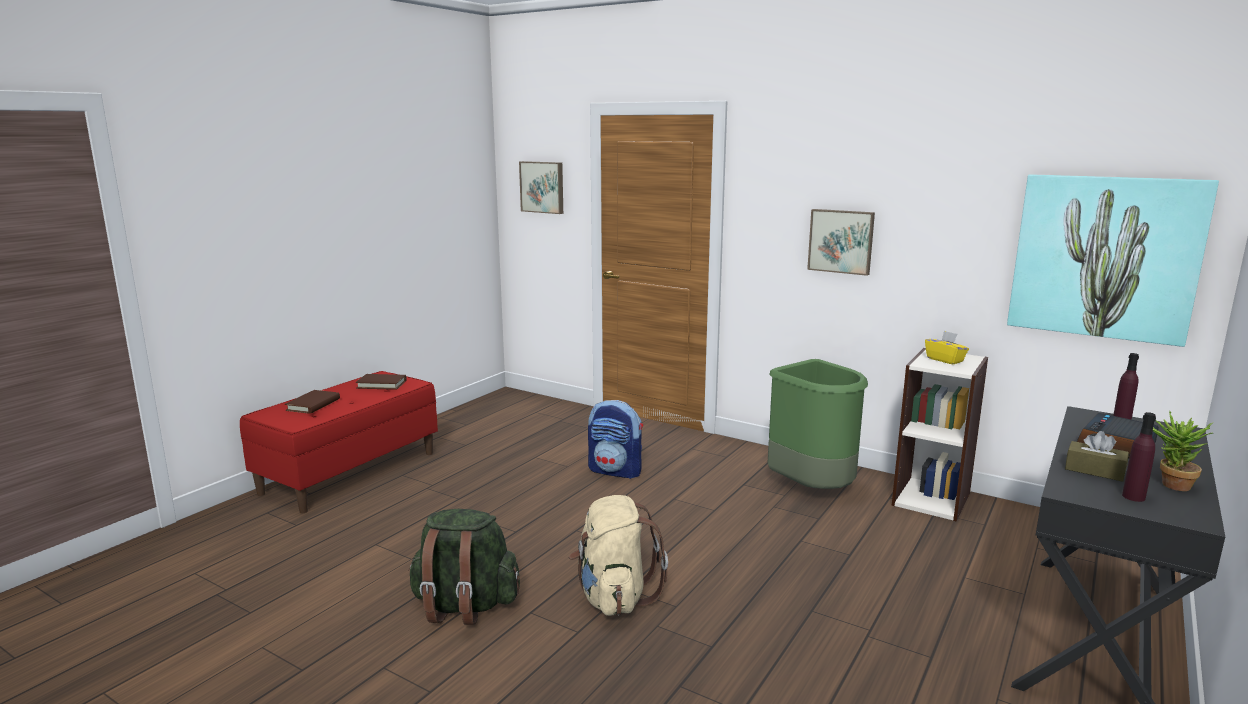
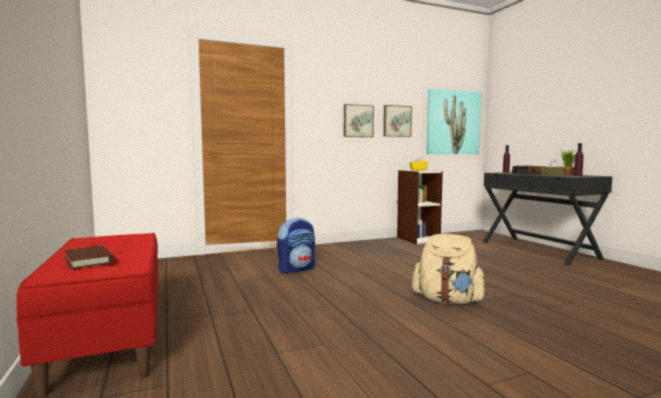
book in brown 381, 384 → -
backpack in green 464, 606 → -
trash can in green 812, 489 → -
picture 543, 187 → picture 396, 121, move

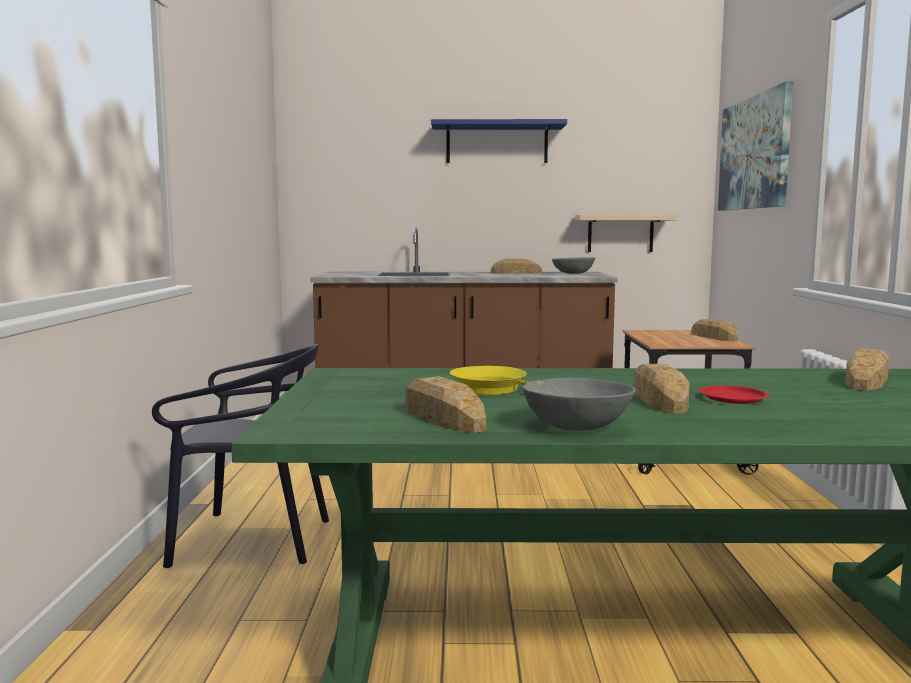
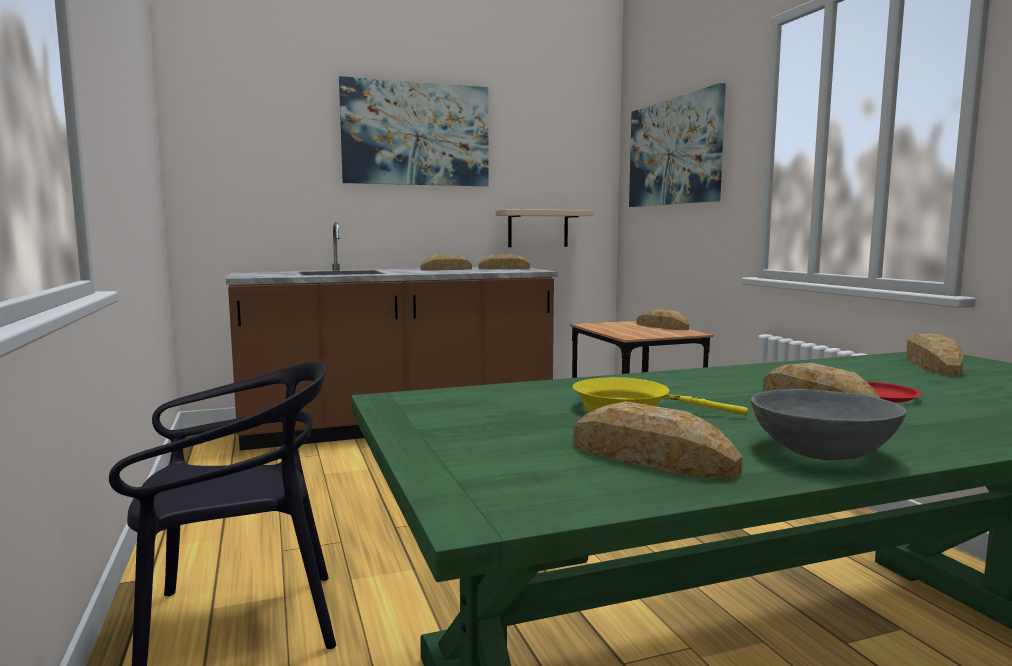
shelf in blue 497, 143 → picture 416, 134
bowl in grey 573, 273 → bread 504, 268

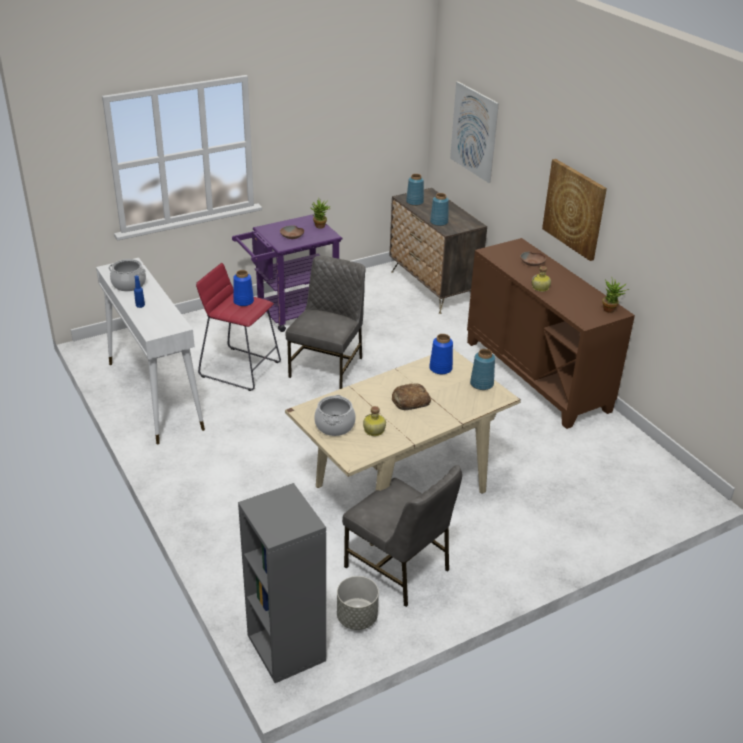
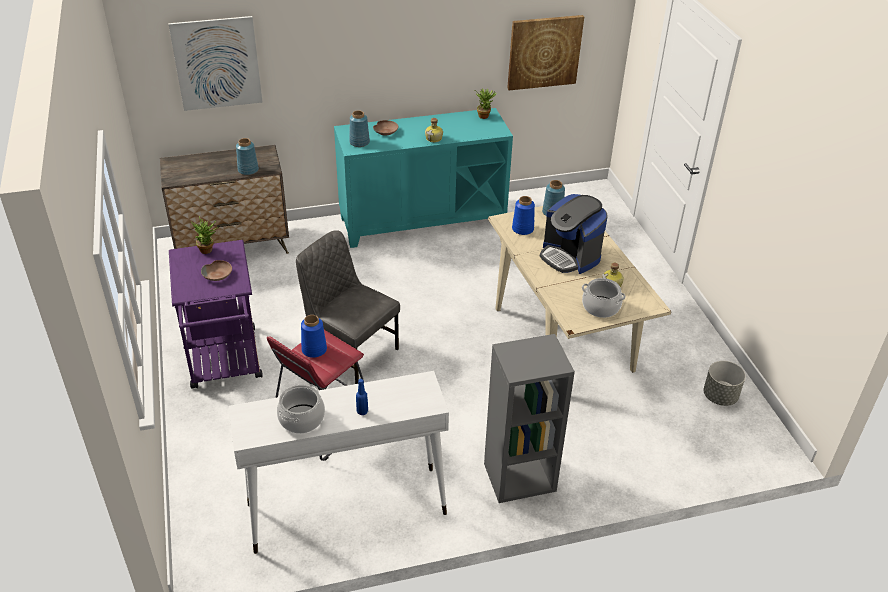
chair in grey 399, 568 → -
bookcase in grey 285, 647 → bookcase in grey 519, 478, move
vase in blue 414, 202 → vase in blue 359, 142, move
picture 574, 209 → picture 544, 52, move
bread 410, 401 → coffee machine 570, 256
cabinet in brown 537, 375 → cabinet in turquoise 422, 221

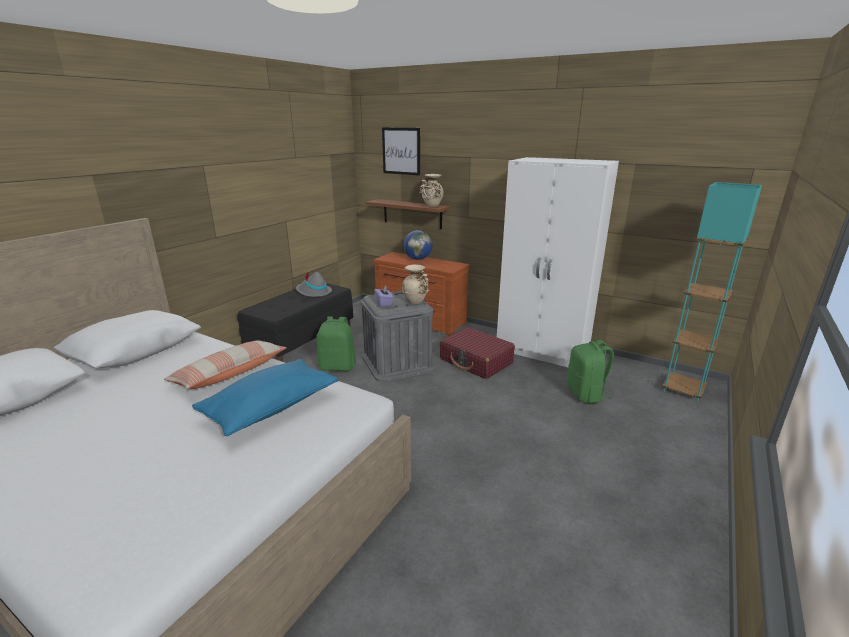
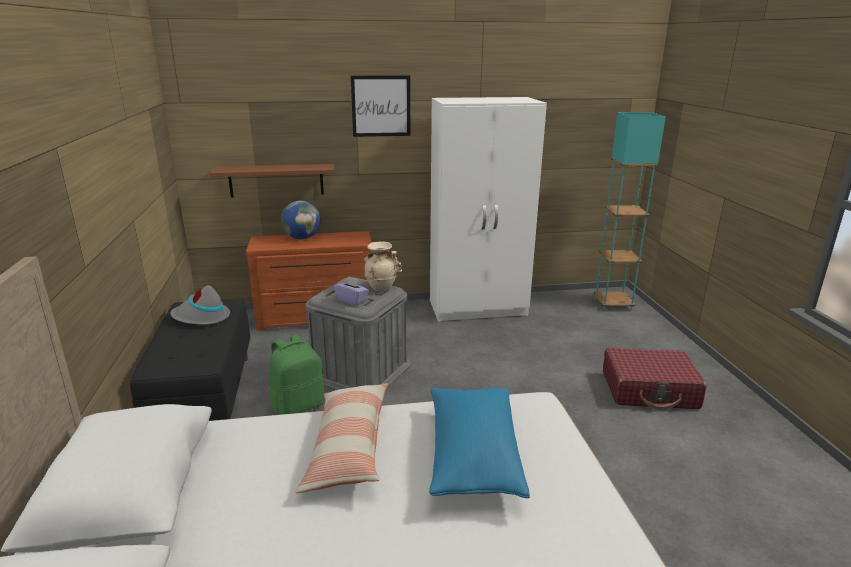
vase in beige 432, 206 → -
backpack in green 586, 394 → -
picture 401, 151 → picture 381, 106, move
suitcase in red 476, 361 → suitcase in red 649, 390, move

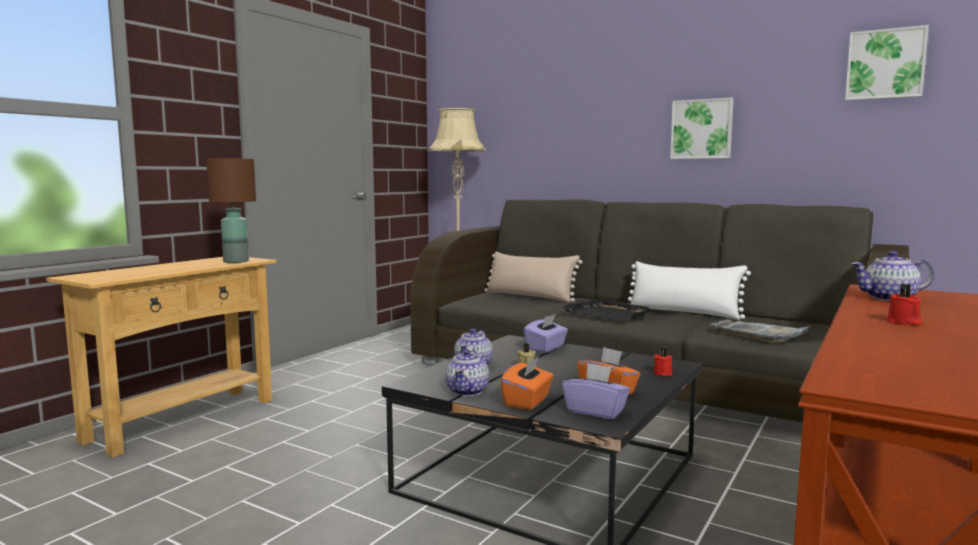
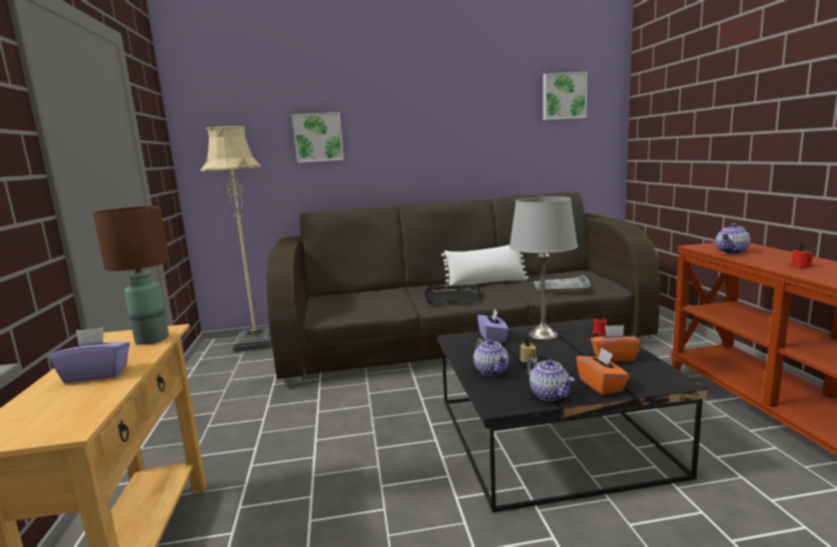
pillow in beige 530, 297 → -
- → table lamp in grey 543, 335
tissue box in purple 595, 411 → tissue box in purple 96, 374, move
picture 701, 129 → picture 318, 137, move

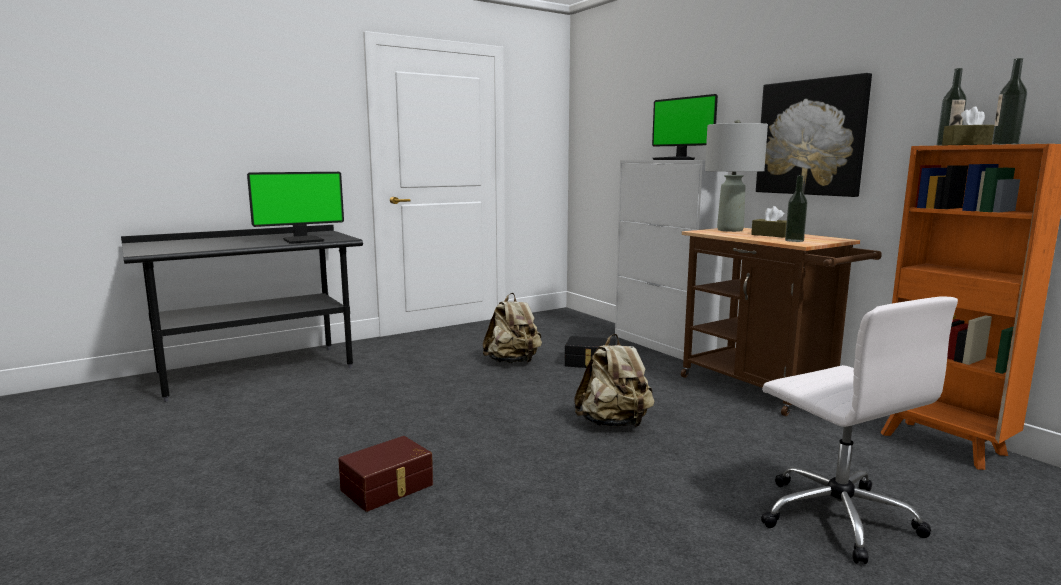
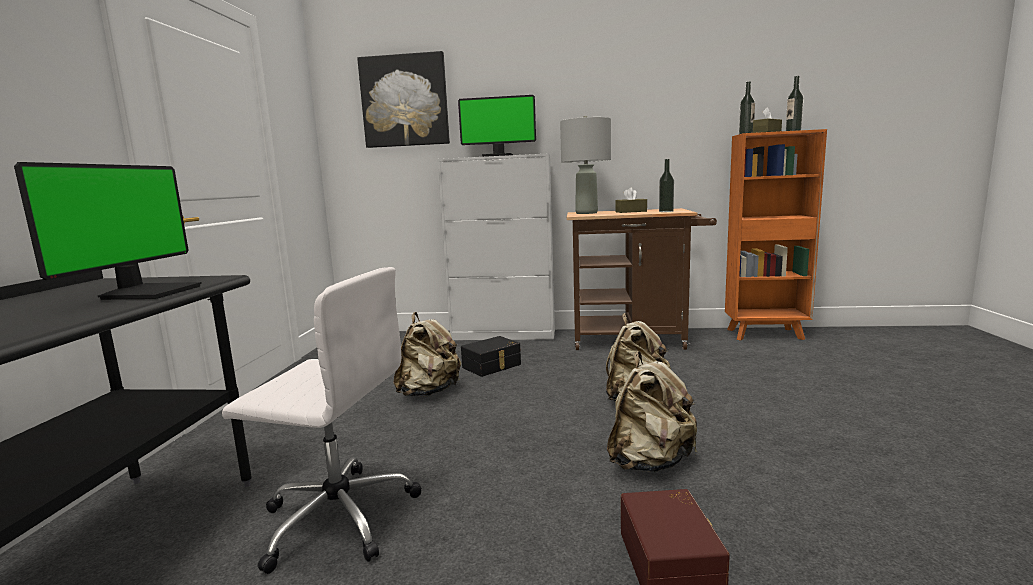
- → backpack in beige 650, 462
picture 811, 137 → picture 405, 101, move
office chair in white 835, 516 → office chair in white 337, 517, move

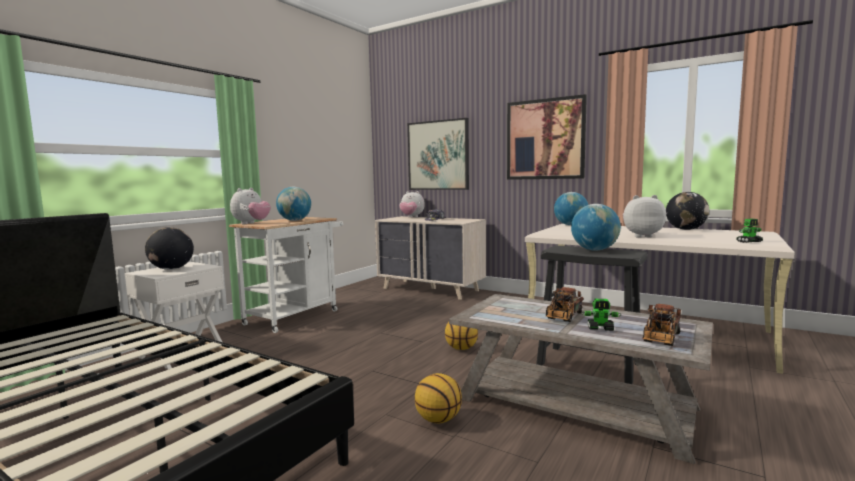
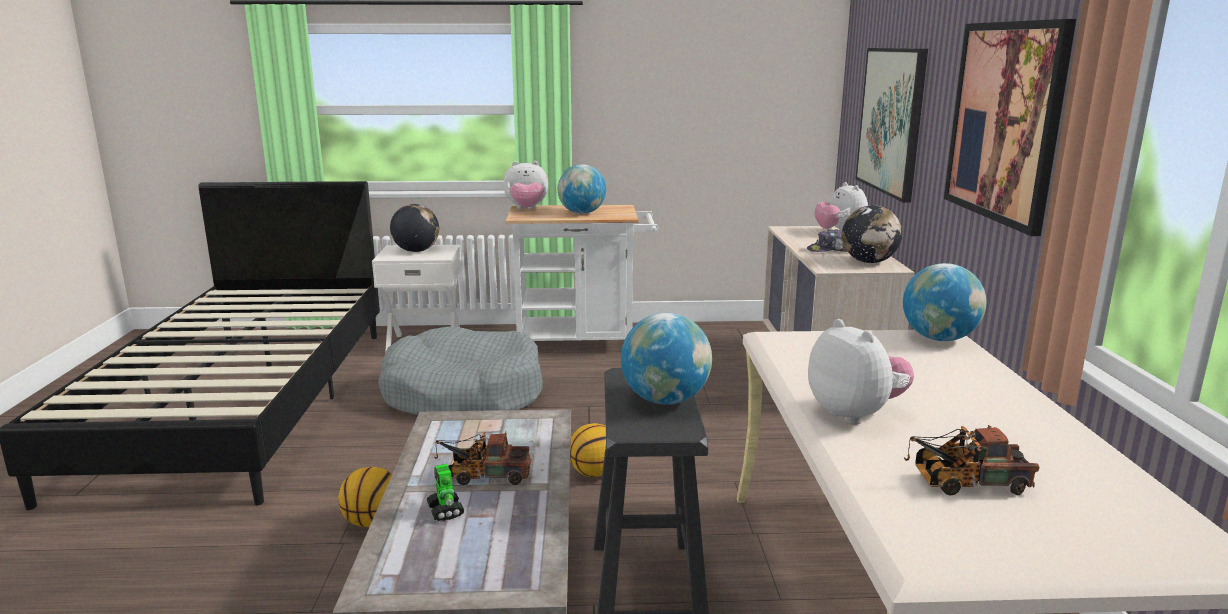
toy robot 749, 242 → -
- → dog bed in grey 463, 394
toy truck 660, 339 → toy truck 964, 483, move
globe 686, 229 → globe 869, 262, move

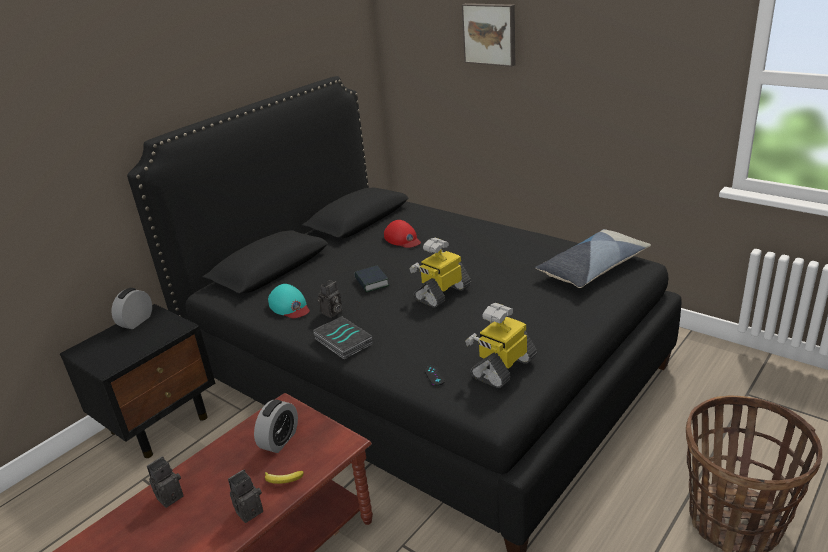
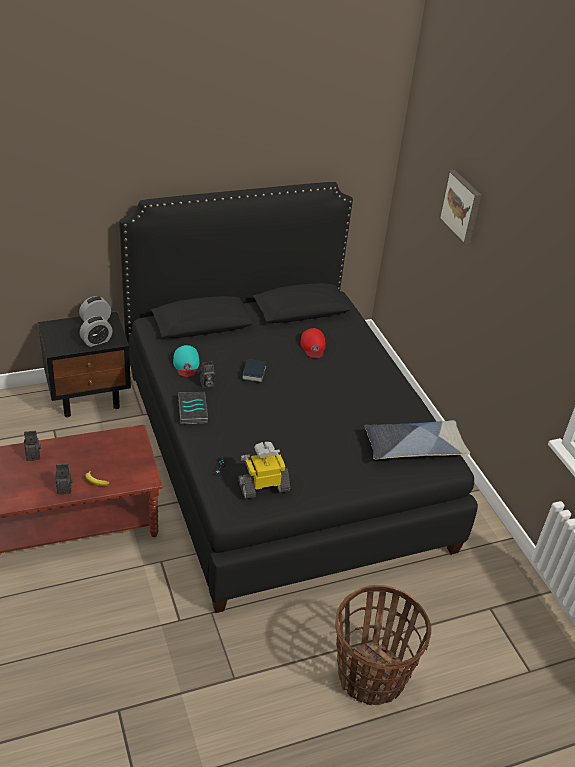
toy robot 442, 293 → -
alarm clock 279, 440 → alarm clock 96, 341, move

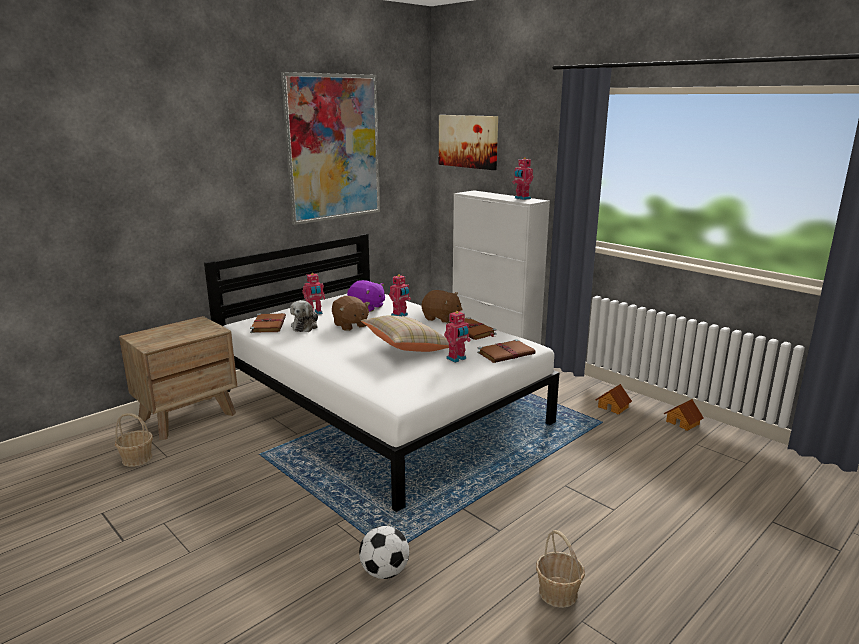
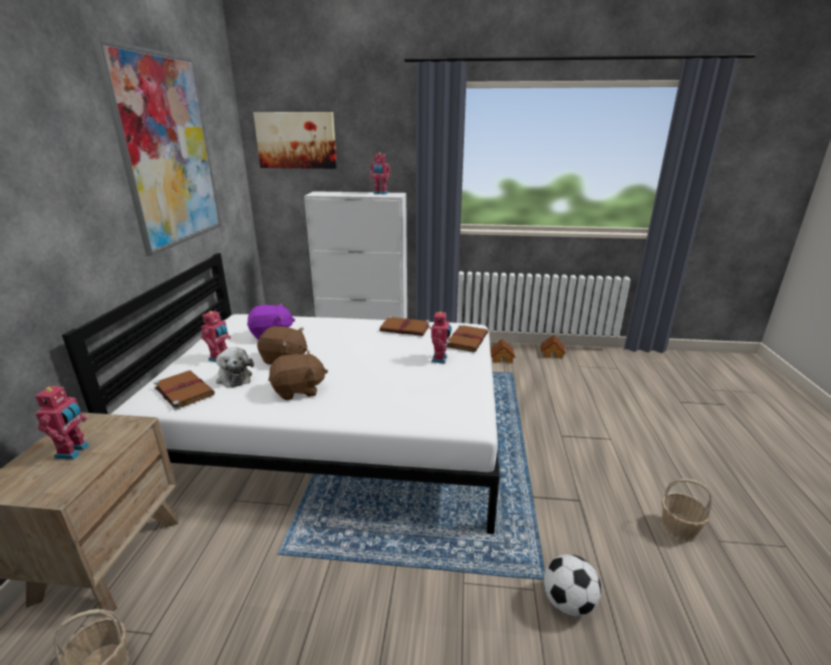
pillow in beige 407, 348 → -
toy robot 400, 315 → toy robot 74, 451, move
plush toy in brown 441, 318 → plush toy in brown 298, 390, move

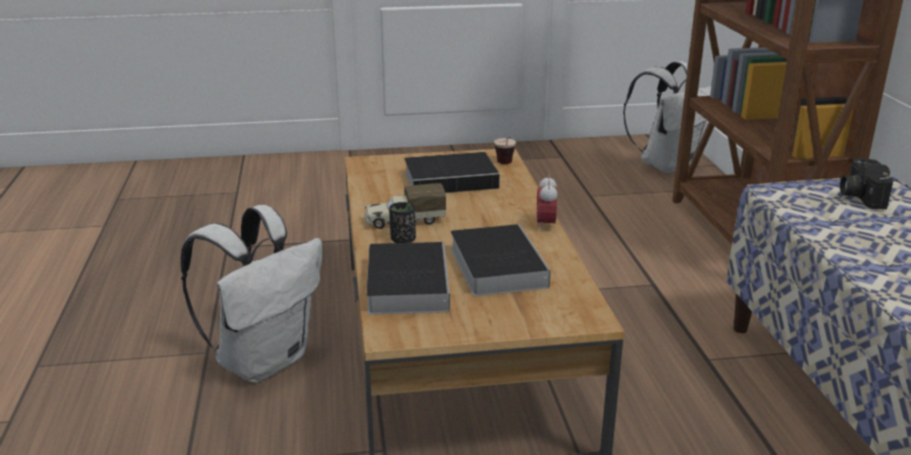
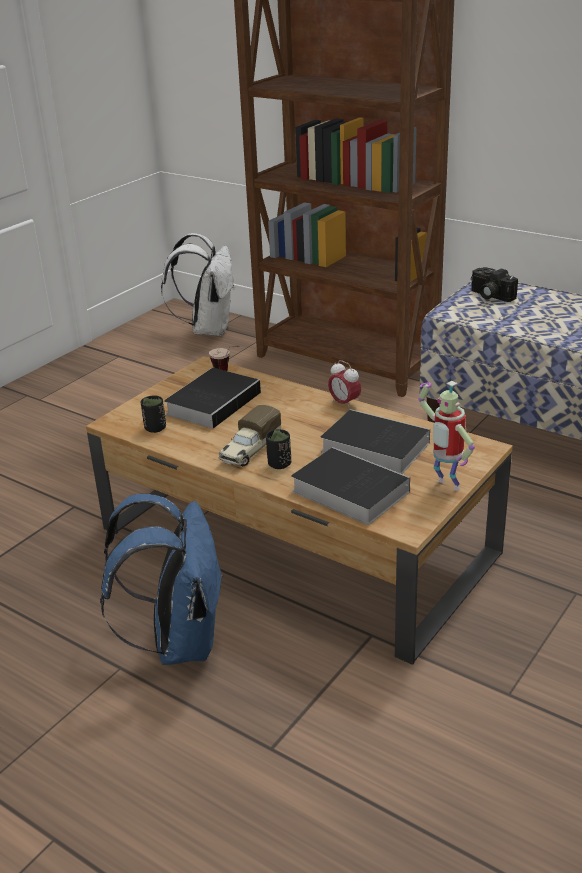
- → cup in black 155, 428
- → toy robot 445, 486
backpack in white 264, 360 → backpack in blue 179, 641

